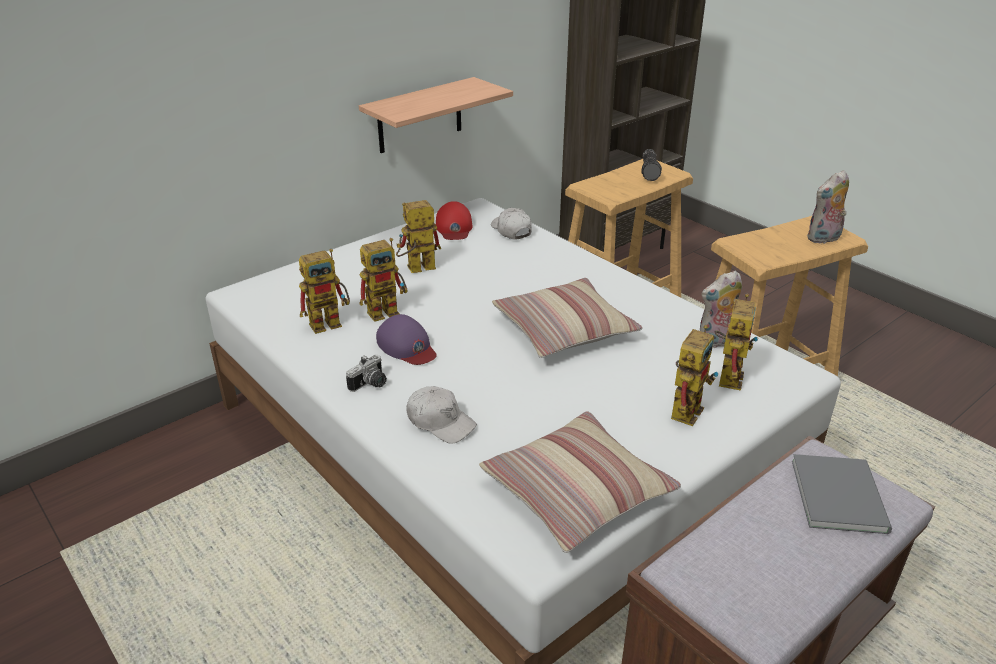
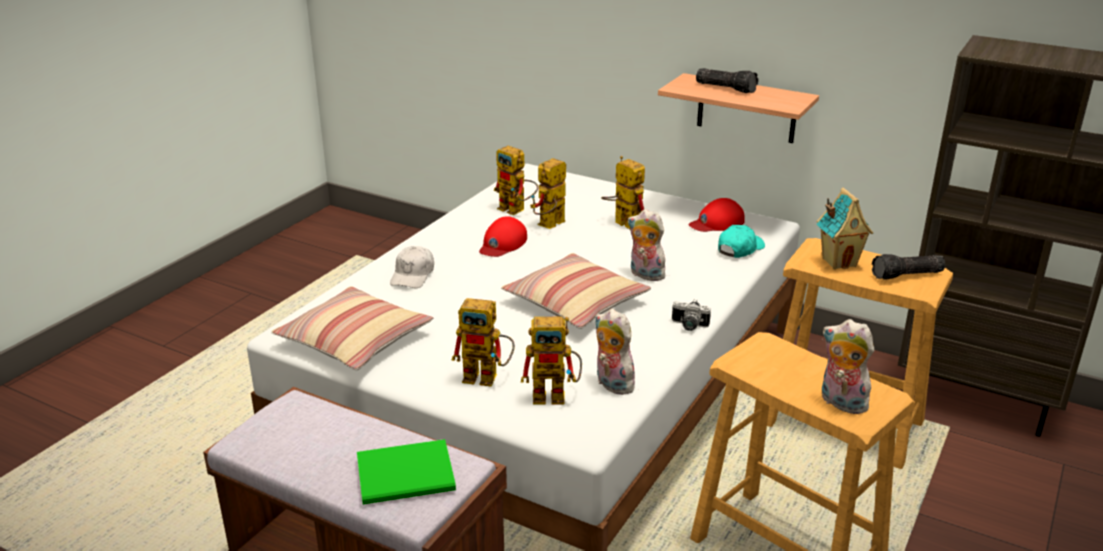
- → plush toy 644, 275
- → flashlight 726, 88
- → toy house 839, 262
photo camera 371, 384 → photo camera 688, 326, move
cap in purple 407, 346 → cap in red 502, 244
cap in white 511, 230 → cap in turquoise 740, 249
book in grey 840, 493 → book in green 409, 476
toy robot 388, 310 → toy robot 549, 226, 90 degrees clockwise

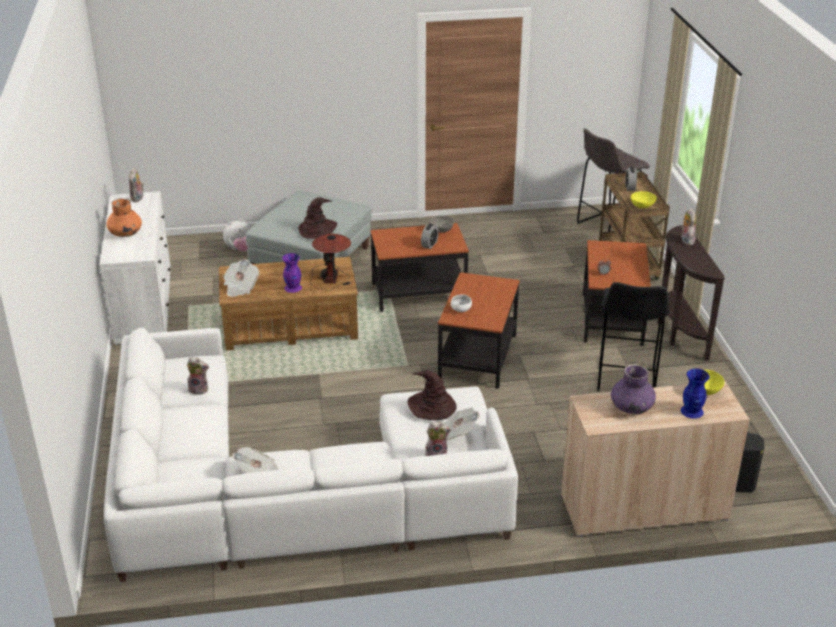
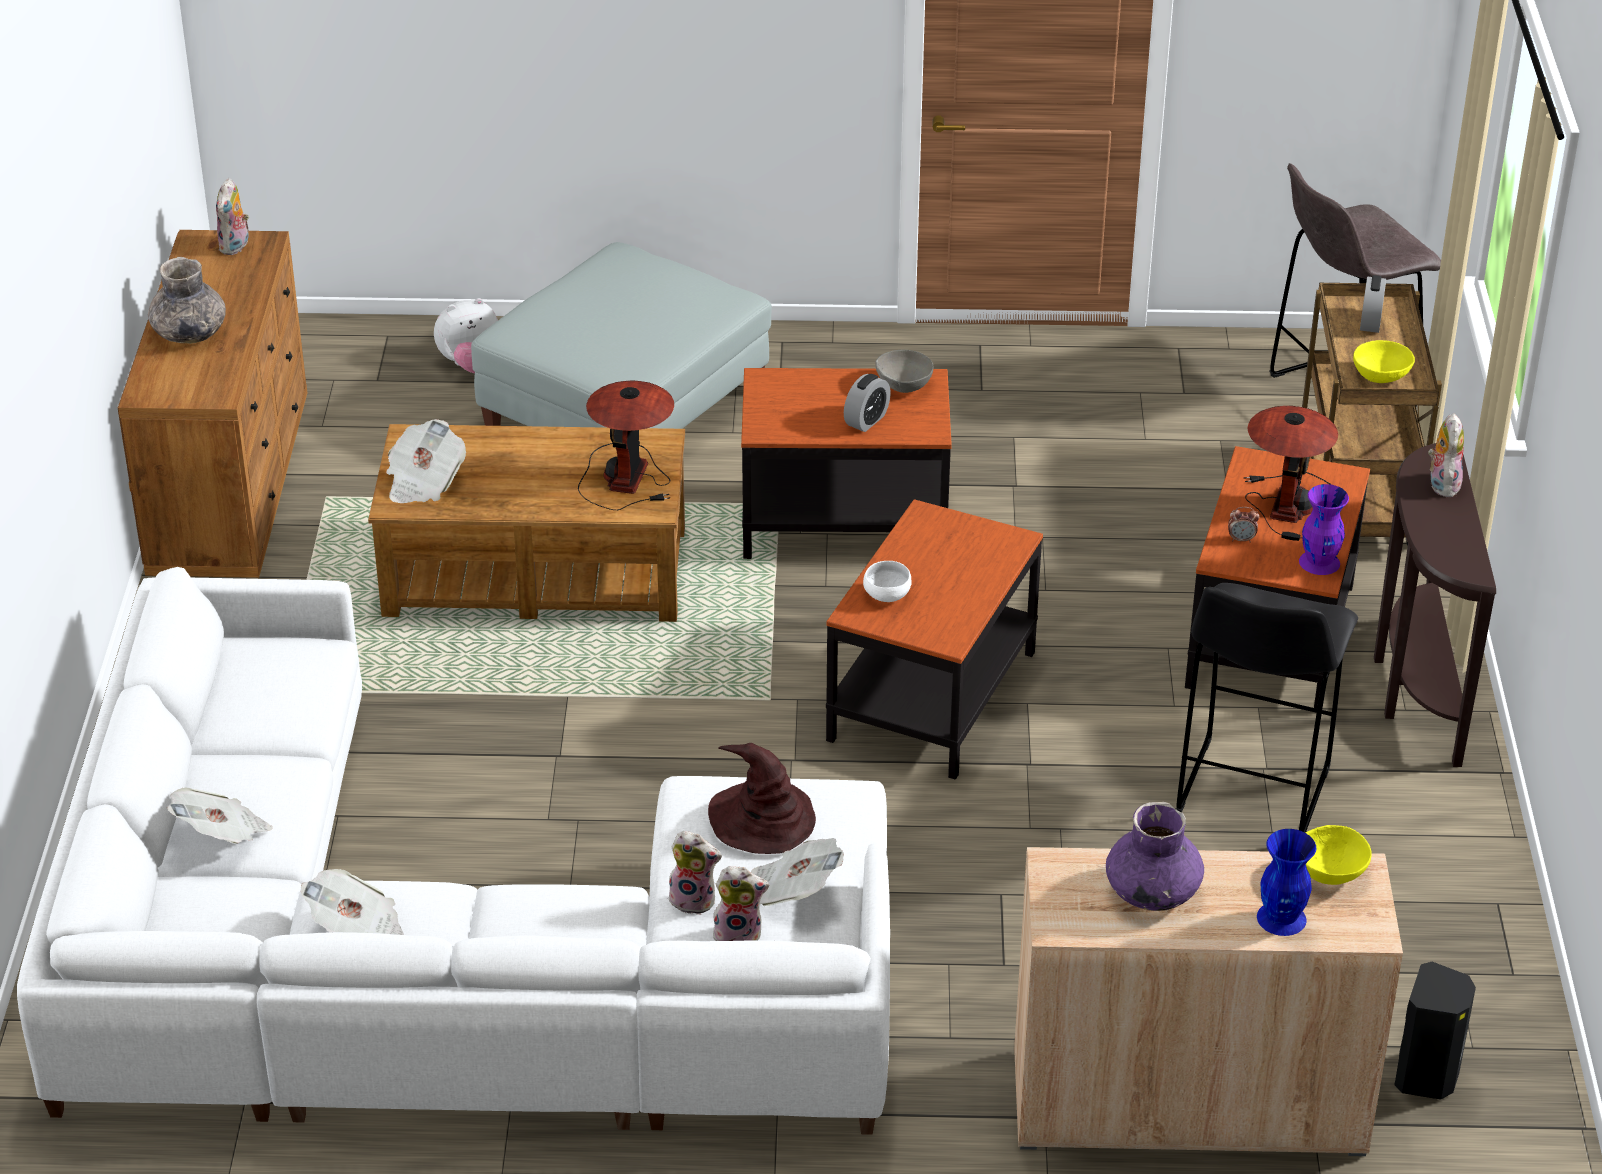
hat in brown 317, 229 → -
- → newspaper 222, 835
- → table lamp 1290, 504
plush toy 199, 389 → plush toy 695, 900, move
vase in purple 293, 288 → vase in purple 1320, 562, move
dresser in white 144, 305 → dresser in brown 231, 486
vase in orange 125, 233 → vase in grey 189, 333

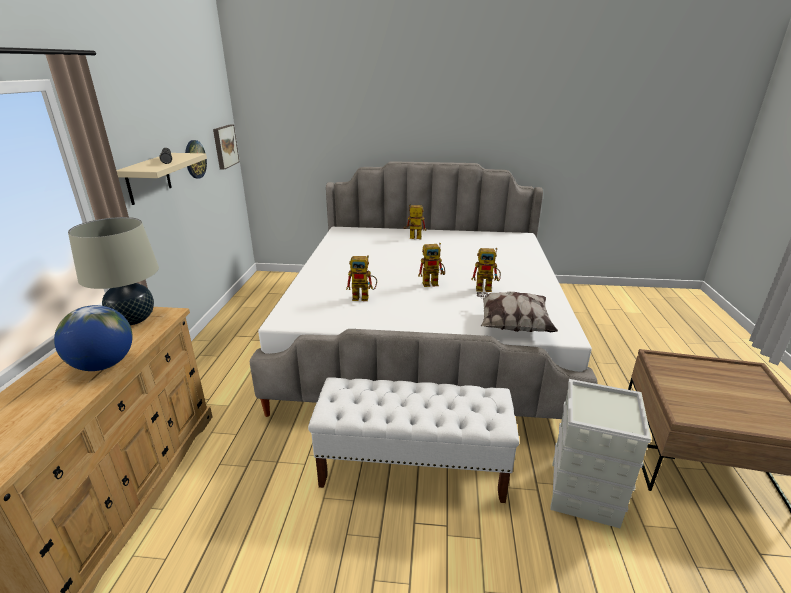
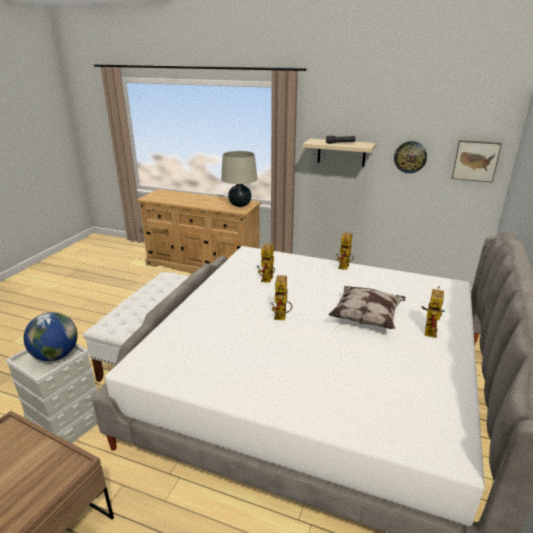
globe 104, 365 → globe 56, 355, move
toy robot 487, 288 → toy robot 344, 268, move
pillow 512, 325 → pillow 367, 318, move

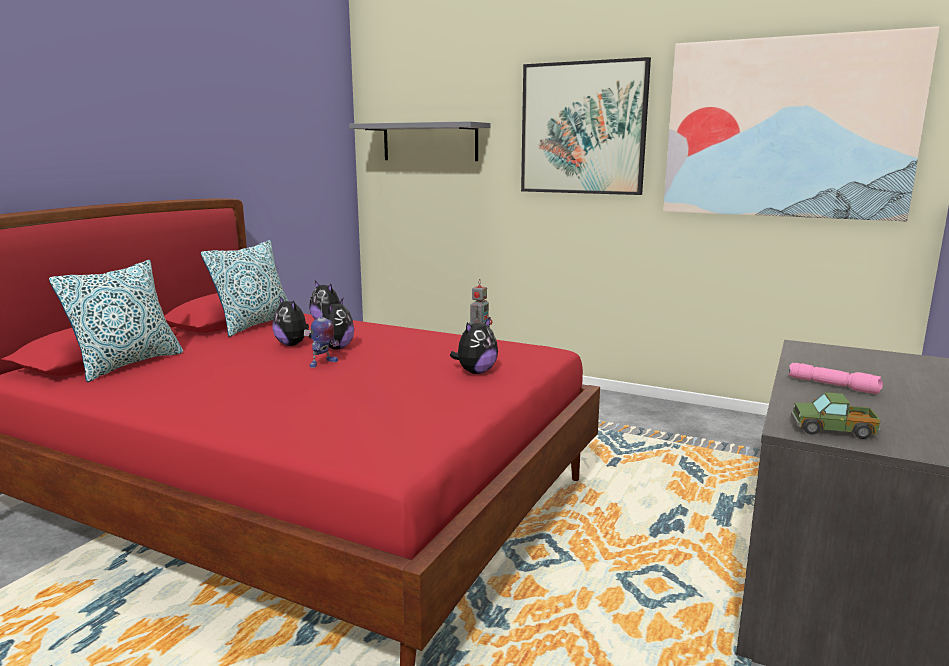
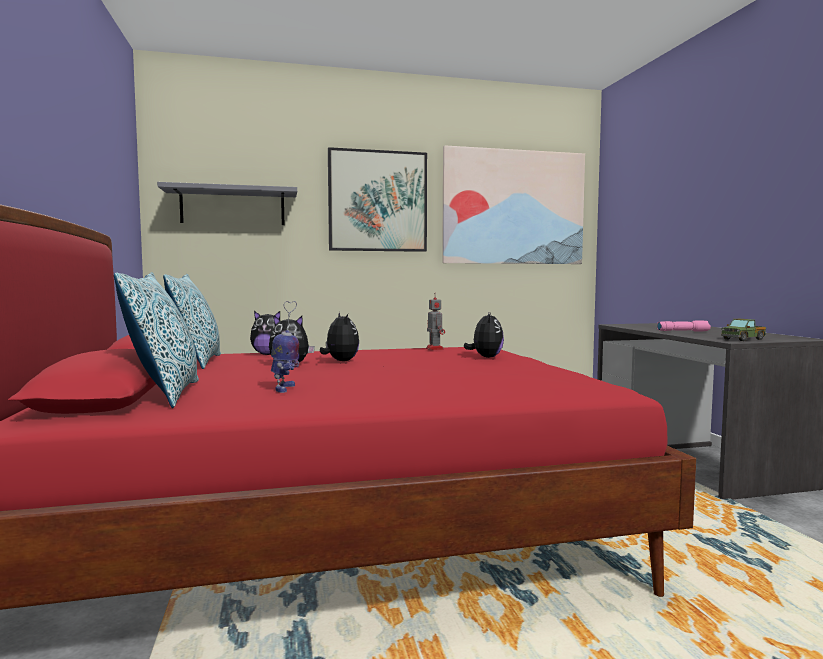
toy robot 323, 363 → toy robot 285, 389, move

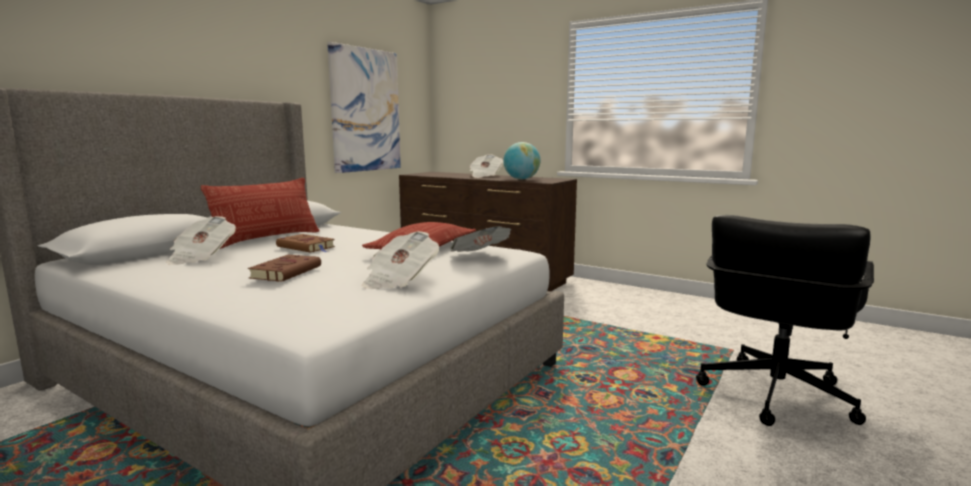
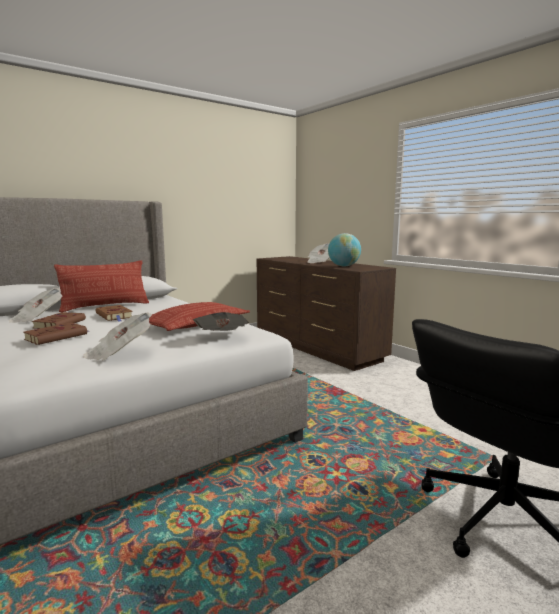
picture 365, 110 → -
- → book in brown 60, 323

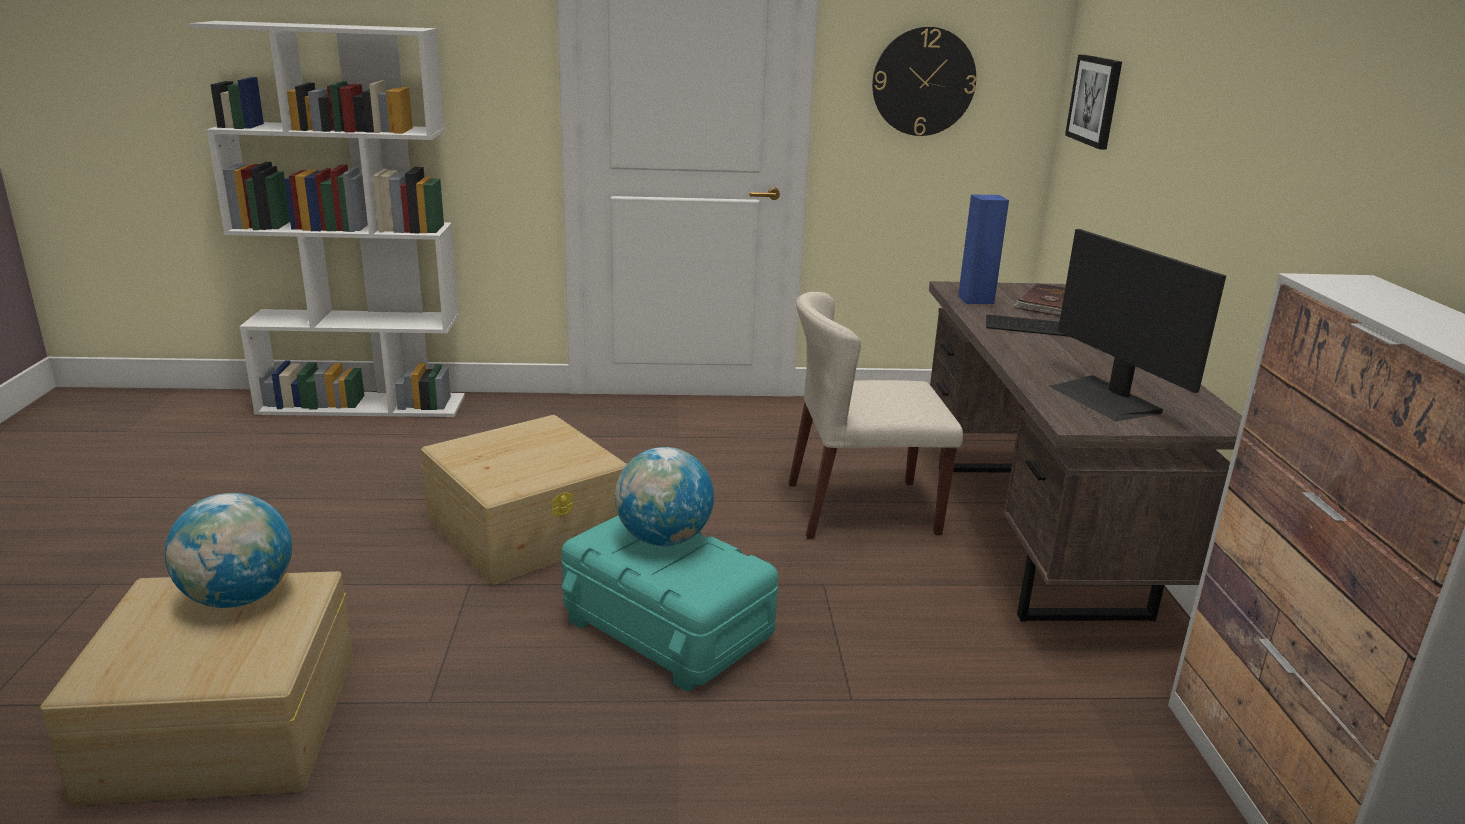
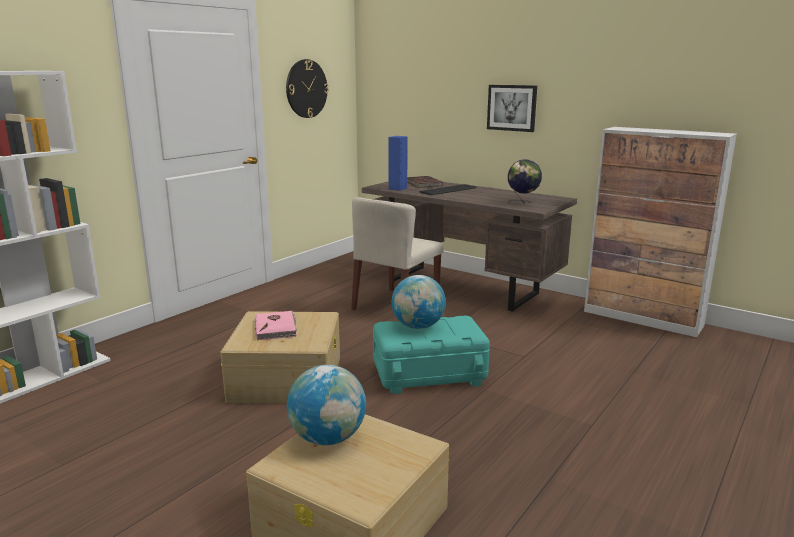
- → book in pink 276, 327
picture 1095, 100 → picture 512, 107, move
monitor 1106, 399 → globe 523, 202

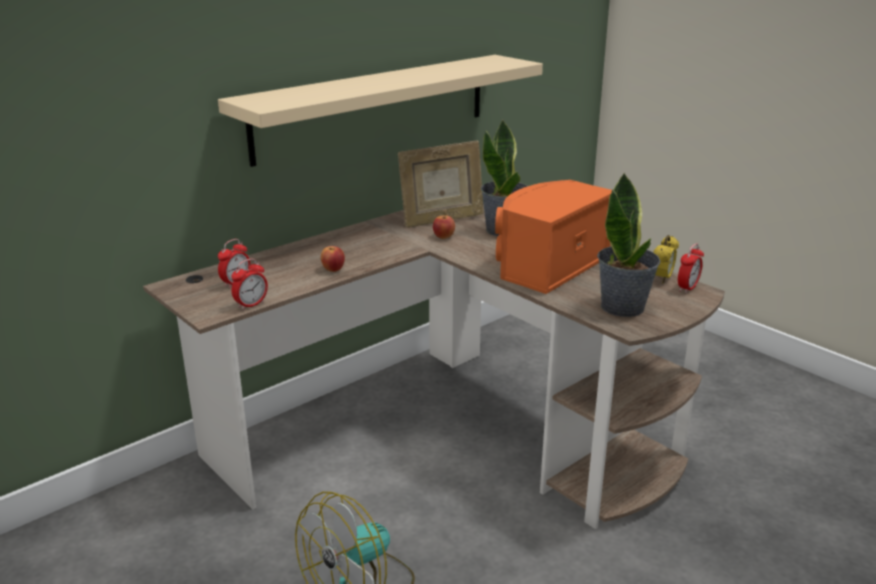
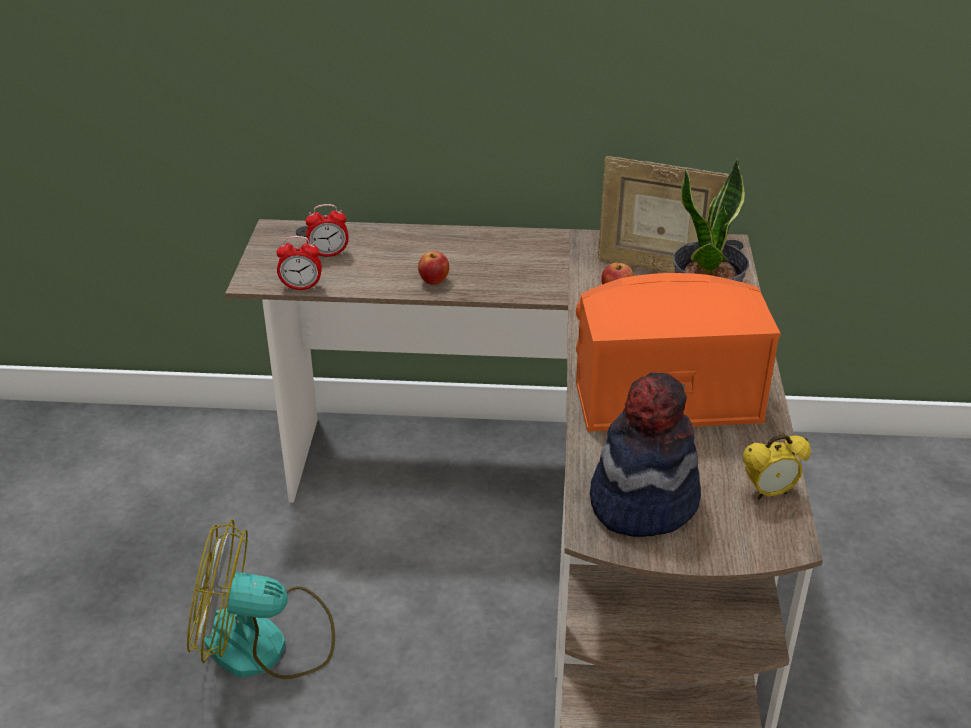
shelf in beige 374, 106 → -
alarm clock 687, 288 → -
potted plant 623, 307 → hat 642, 501

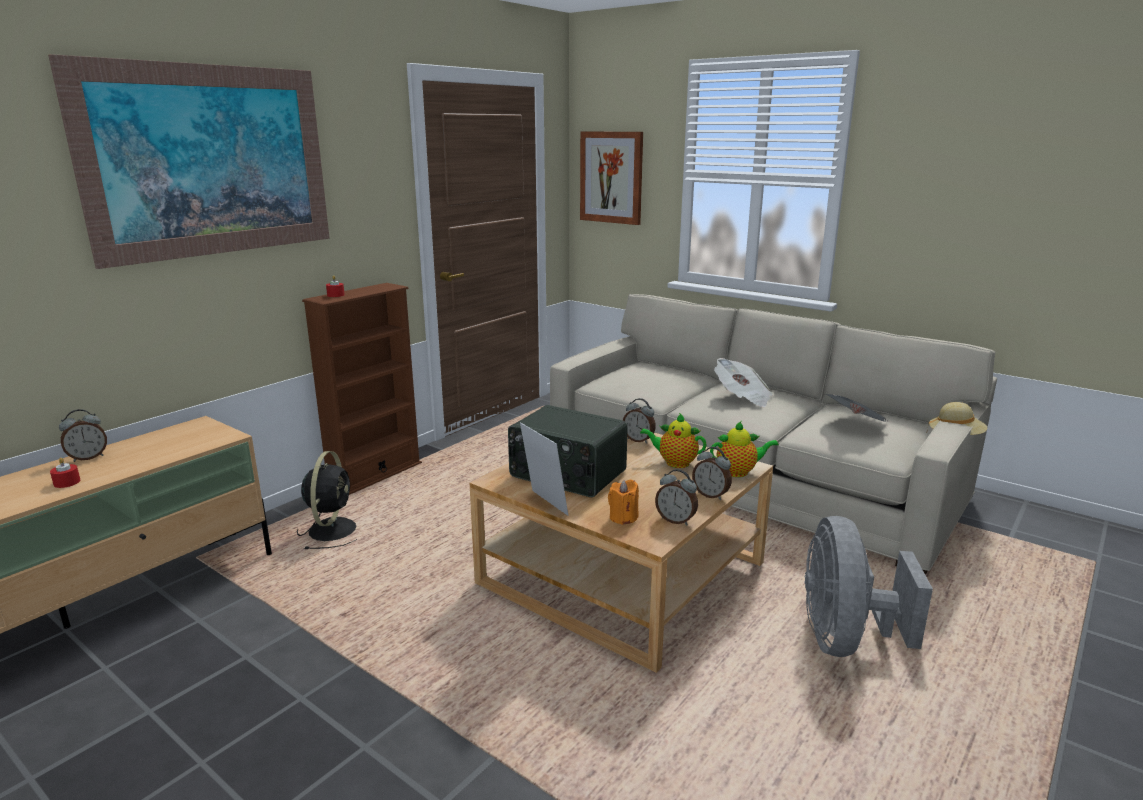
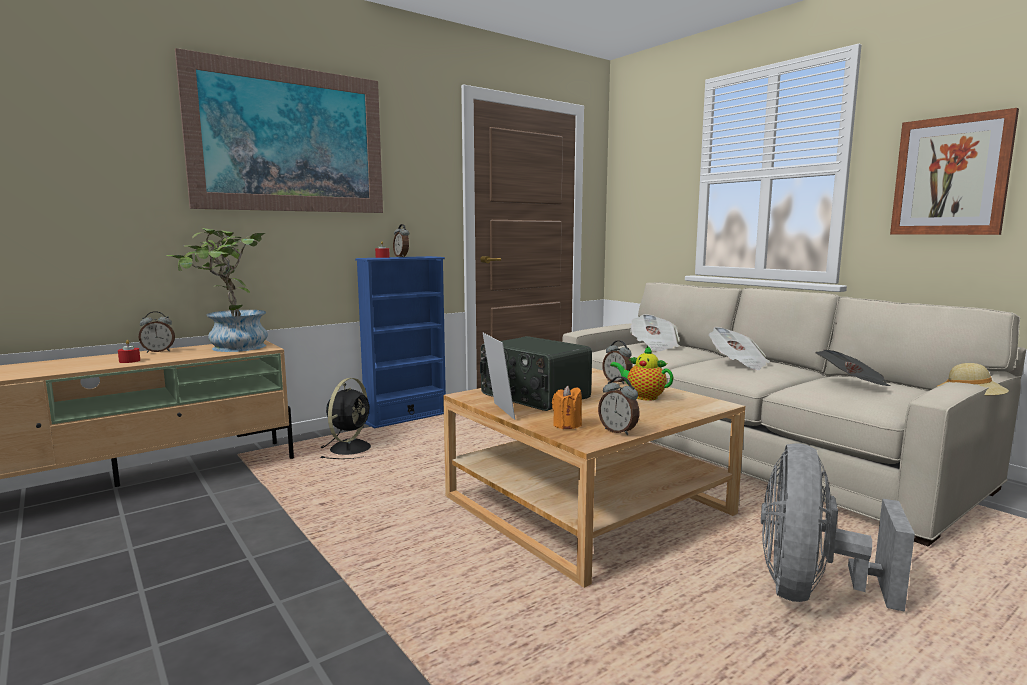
teapot 738, 472 → -
- → potted plant 231, 348
- → newspaper 654, 346
picture 611, 177 → picture 950, 176, move
alarm clock 711, 495 → alarm clock 402, 257, move
bookcase in brown 375, 475 → bookcase in blue 406, 418

